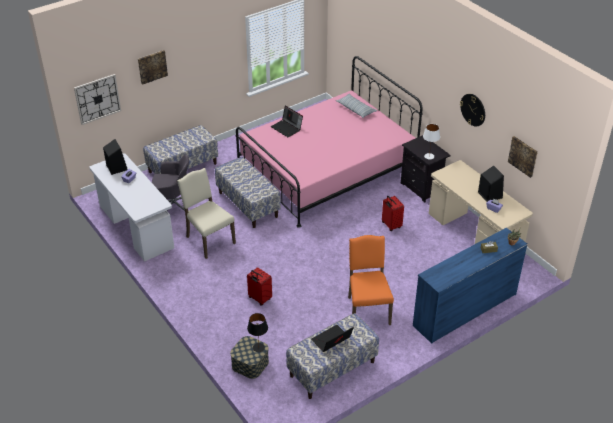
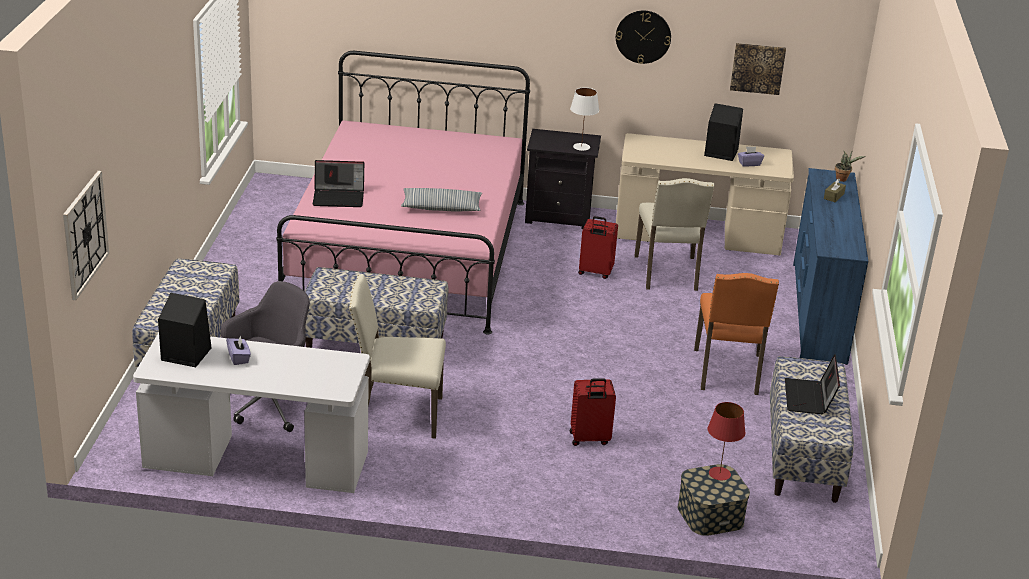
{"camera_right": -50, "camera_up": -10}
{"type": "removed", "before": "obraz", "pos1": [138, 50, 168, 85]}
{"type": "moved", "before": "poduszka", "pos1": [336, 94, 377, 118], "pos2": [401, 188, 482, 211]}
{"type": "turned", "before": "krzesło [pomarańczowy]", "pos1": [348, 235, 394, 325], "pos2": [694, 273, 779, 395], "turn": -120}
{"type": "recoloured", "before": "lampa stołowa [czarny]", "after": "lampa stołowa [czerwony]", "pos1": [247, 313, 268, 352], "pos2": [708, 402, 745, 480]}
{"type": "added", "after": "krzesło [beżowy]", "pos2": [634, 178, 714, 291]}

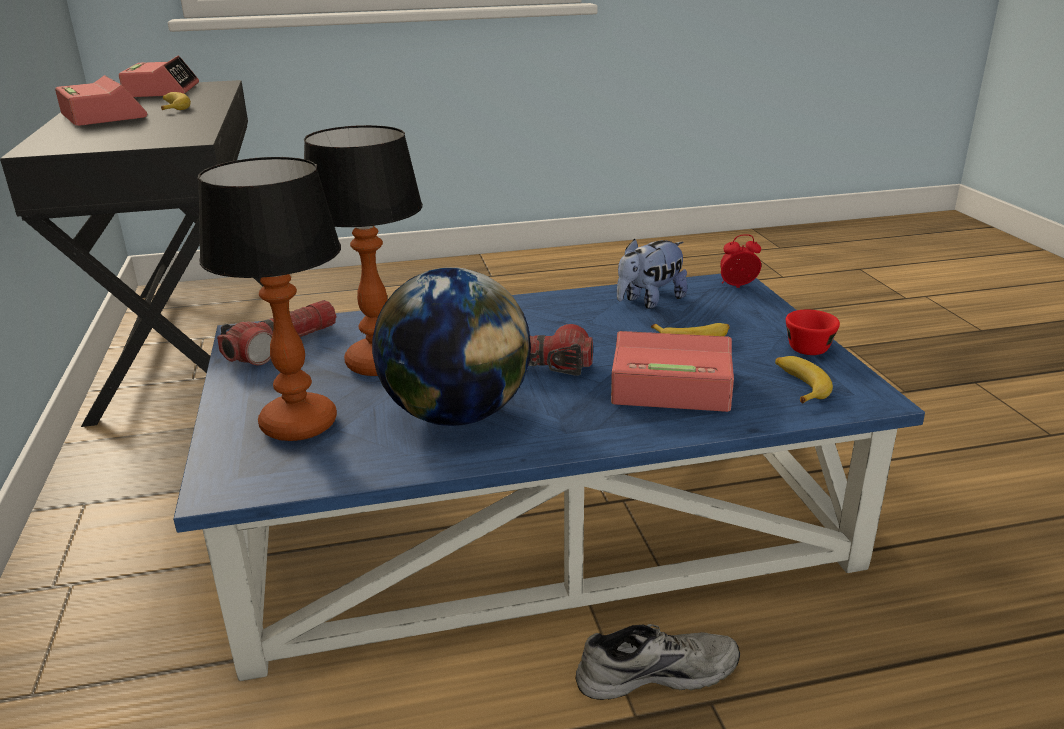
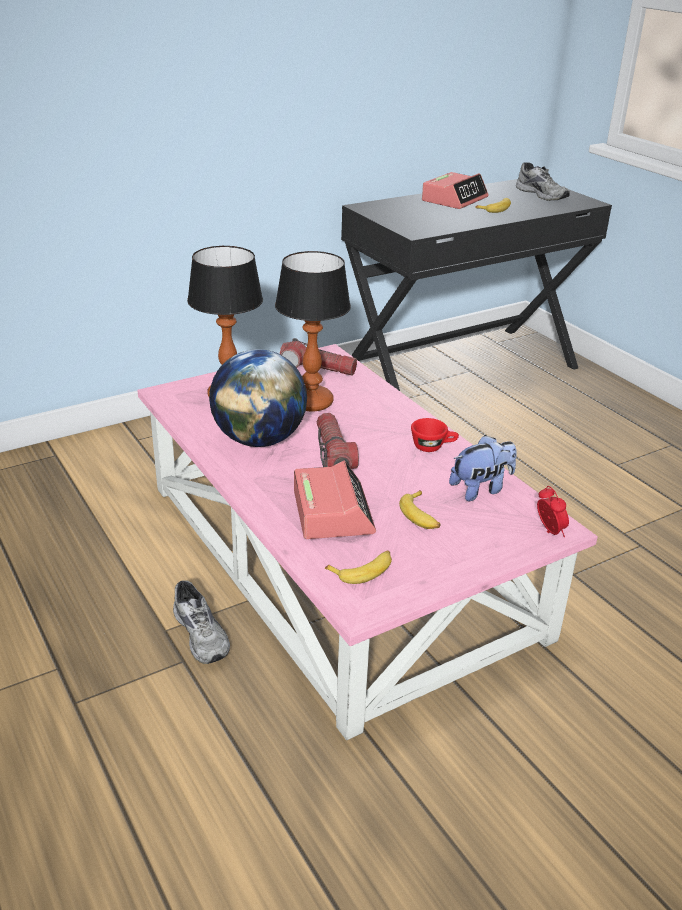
{"camera_right": 70, "camera_up": 5}
{"type": "replaced", "before": "budzik", "after": "but [szary]", "pos1": [119, 56, 199, 97], "pos2": [516, 162, 570, 201]}
{"type": "turned", "before": "pluszak", "pos1": [617, 239, 687, 309], "pos2": [449, 435, 517, 501], "turn": 120}
{"type": "recoloured", "before": "ława [niebieski]", "after": "ława [różowy]", "pos1": [173, 274, 925, 681], "pos2": [137, 344, 598, 740]}
{"type": "moved", "before": "filiżanka [czerwony]", "pos1": [786, 310, 840, 355], "pos2": [411, 418, 459, 452]}

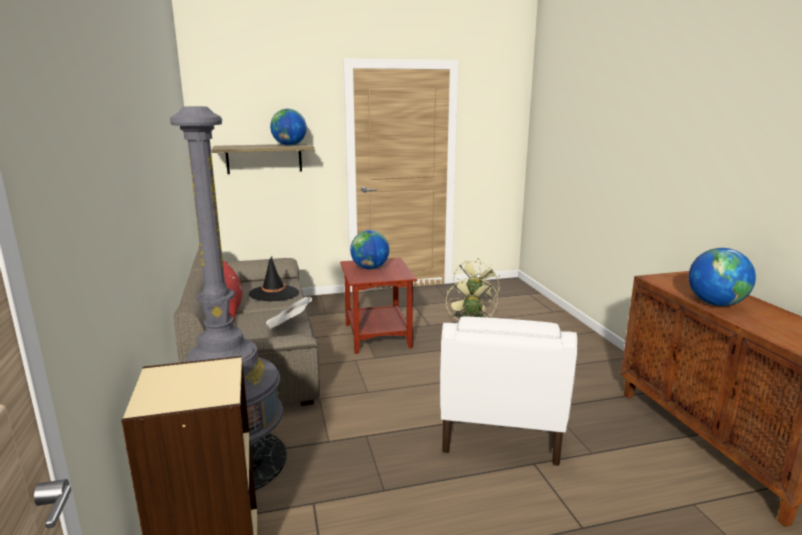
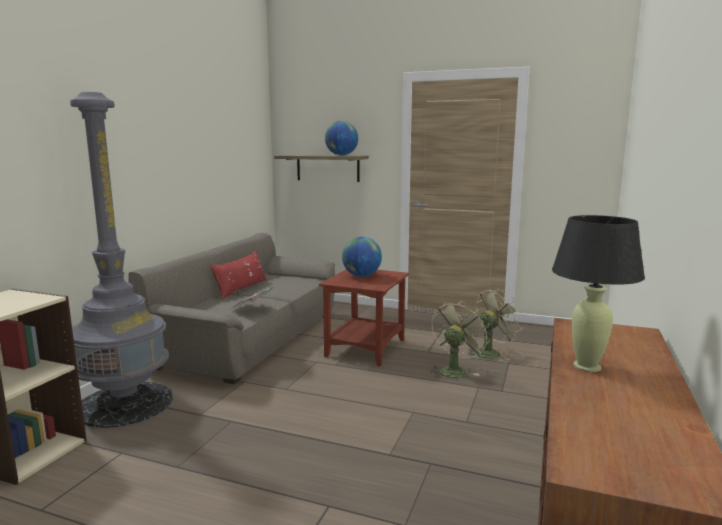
{"camera_right": 35, "camera_up": -5}
{"type": "replaced", "before": "globus", "after": "lampa stołowa [czarny]", "pos1": [689, 248, 756, 306], "pos2": [552, 215, 645, 372]}
{"type": "removed", "before": "kapelusz [czarny]", "pos1": [249, 257, 299, 301]}
{"type": "removed", "before": "fotel [biały]", "pos1": [440, 317, 577, 466]}

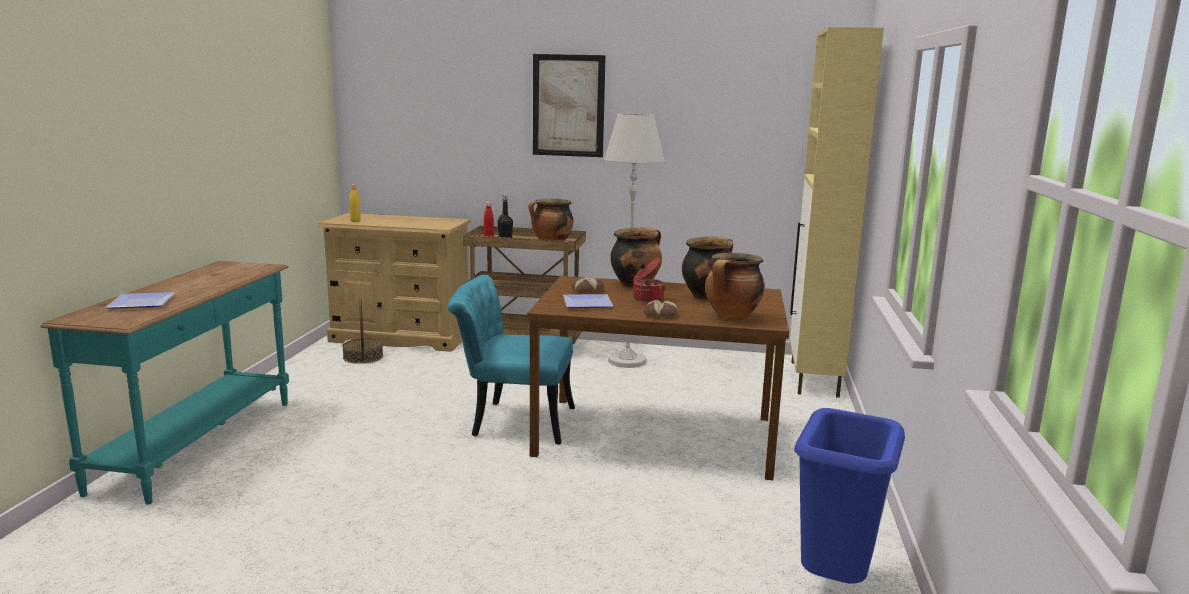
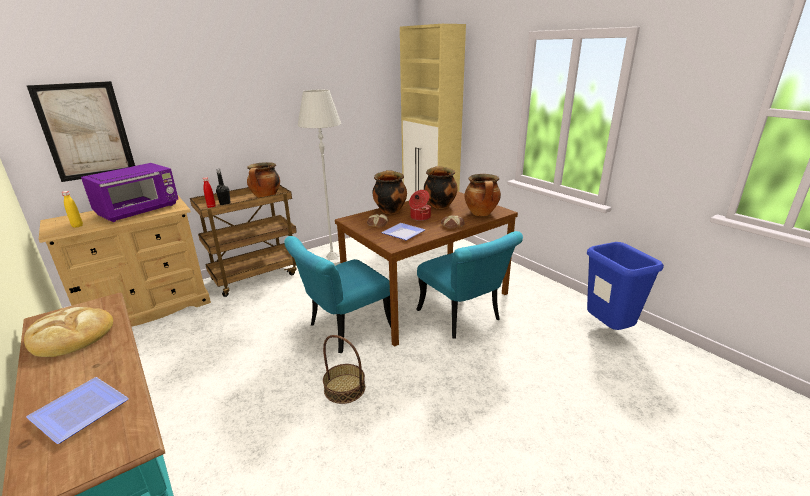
{"camera_right": -45, "camera_up": 10}
{"type": "moved", "before": "obraz", "pos1": [533, 54, 606, 157], "pos2": [27, 81, 135, 182]}
{"type": "moved", "before": "koszyk", "pos1": [342, 298, 383, 364], "pos2": [323, 335, 365, 404]}
{"type": "added", "after": "mikrofalówka [fioletowy]", "pos2": [81, 163, 178, 222]}
{"type": "added", "after": "krzesło [turkusowy]", "pos2": [416, 231, 523, 338]}
{"type": "added", "after": "chleb", "pos2": [24, 307, 113, 357]}

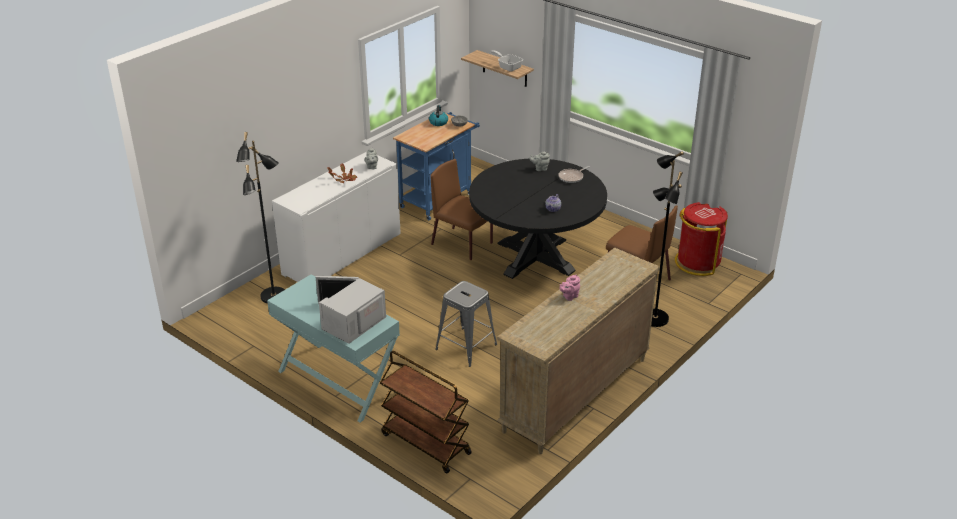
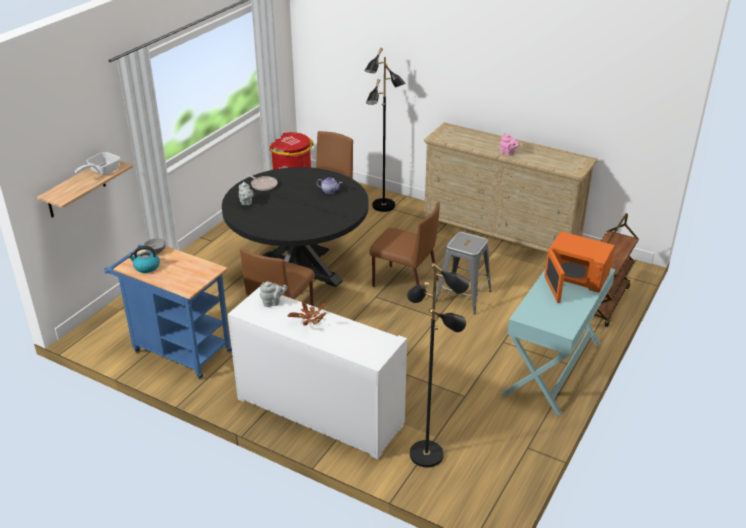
{"camera_right": -100, "camera_up": 0}
{"type": "recoloured", "before": "mikrofalówka [biały]", "after": "mikrofalówka [pomarańczowy]", "pos1": [316, 276, 386, 344], "pos2": [544, 231, 615, 303]}
{"type": "added", "after": "krzesło [brązowy]", "pos2": [369, 202, 440, 287]}

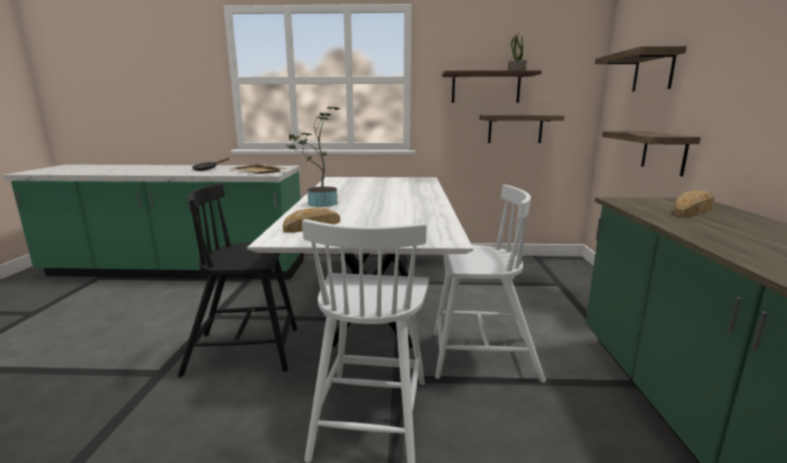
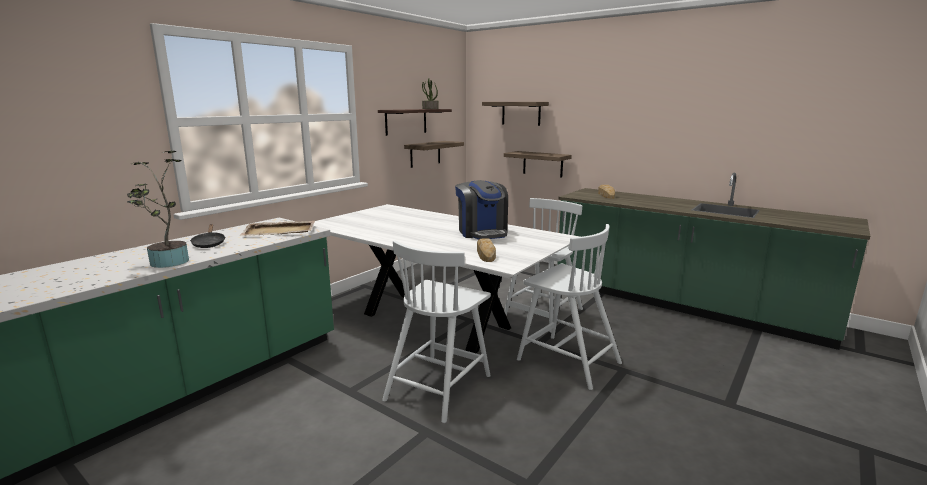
{"camera_right": -55, "camera_up": 0}
{"type": "moved", "before": "roślina doniczkowa", "pos1": [286, 107, 340, 207], "pos2": [127, 151, 189, 268]}
{"type": "recoloured", "before": "krzesło [czarny]", "after": "krzesło [biały]", "pos1": [178, 183, 297, 377], "pos2": [382, 240, 491, 423]}
{"type": "added", "after": "ekspres do kawy", "pos2": [455, 180, 508, 239]}

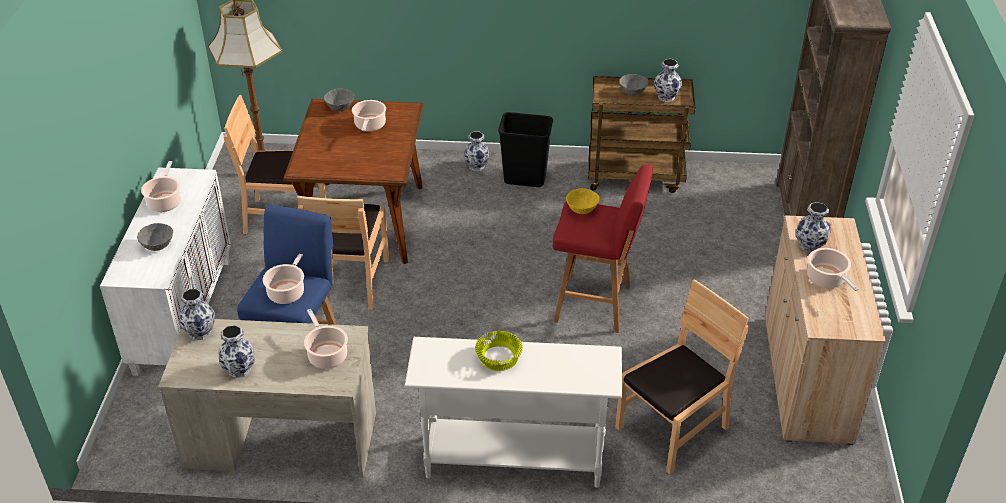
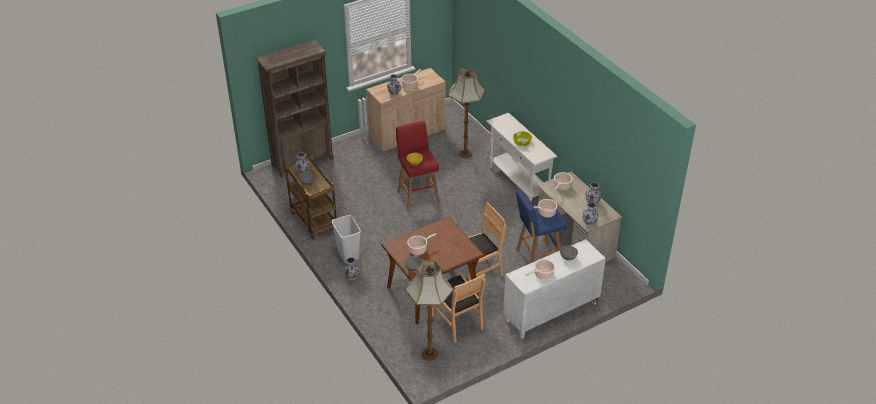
{"camera_right": -125, "camera_up": 0}
{"type": "recoloured", "before": "kosz na śmieci [czarny]", "after": "kosz na śmieci [biały]", "pos1": [498, 112, 553, 187], "pos2": [332, 215, 361, 263]}
{"type": "replaced", "before": "krzesło [brązowy]", "after": "lampa stojąca", "pos1": [615, 279, 749, 474], "pos2": [448, 68, 485, 158]}

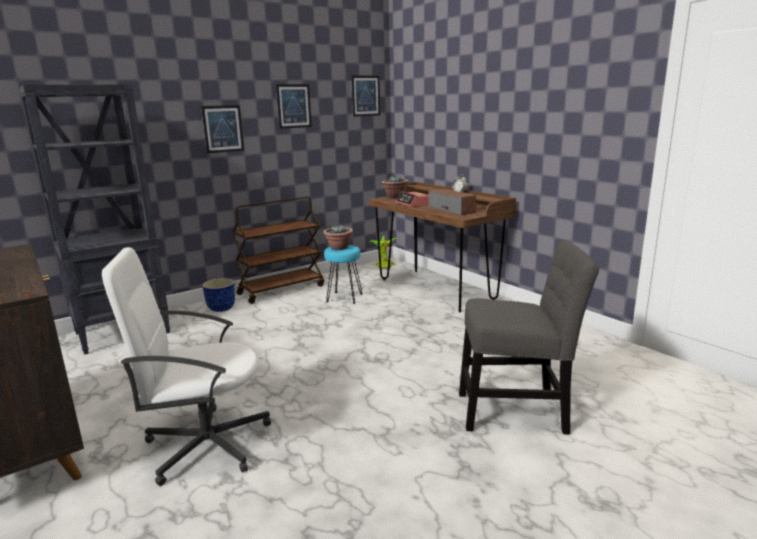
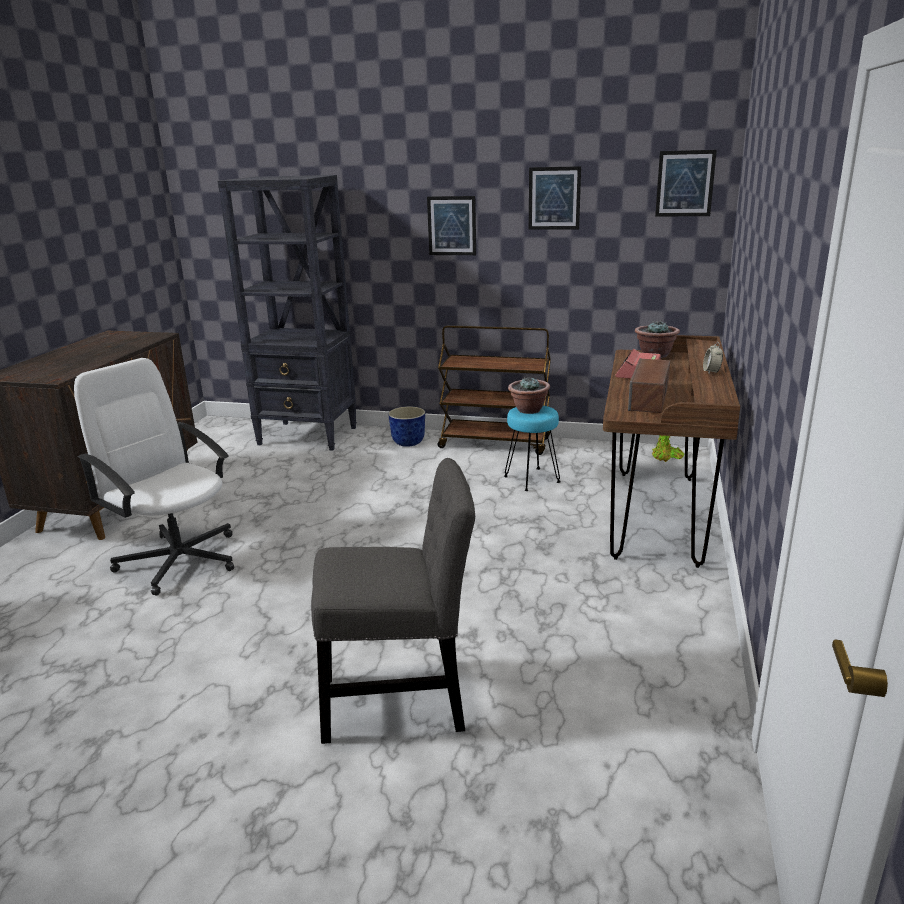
{"camera_right": 50, "camera_up": 5}
{"type": "turned", "before": "krzesło [szary]", "pos1": [459, 240, 599, 435], "pos2": [311, 458, 475, 744], "turn": -60}

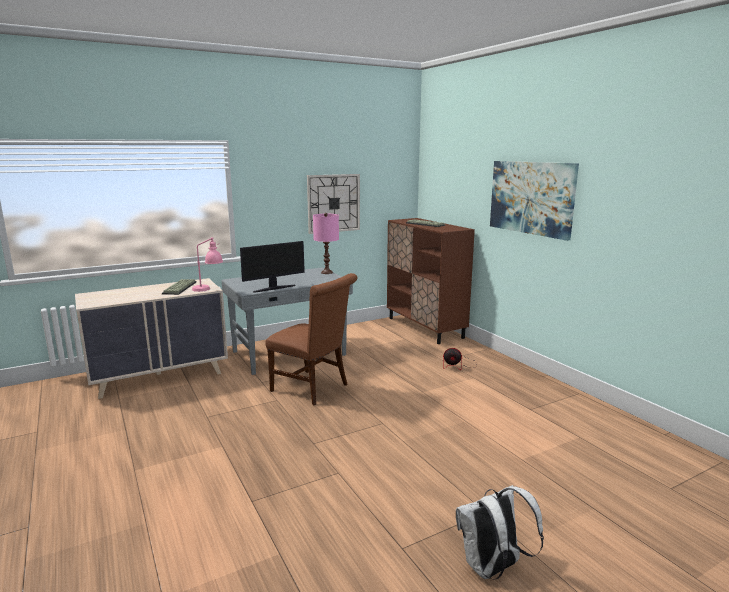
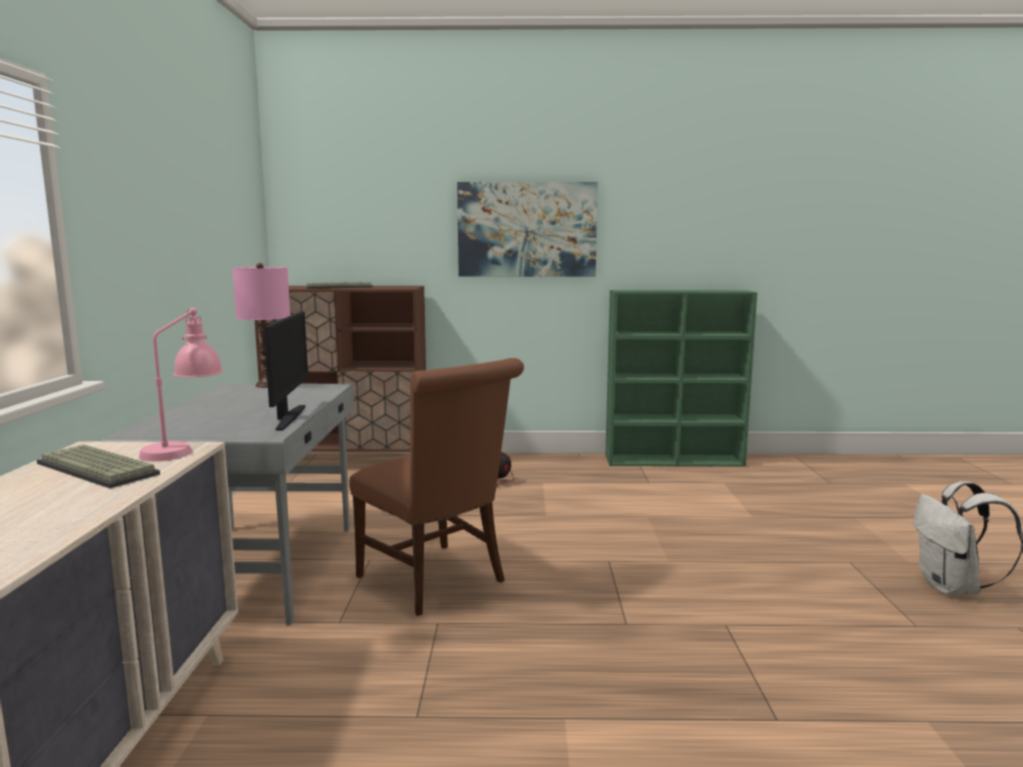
{"camera_right": -60, "camera_up": -5}
{"type": "removed", "before": "zegar ścienny", "pos1": [307, 174, 360, 234]}
{"type": "turned", "before": "krzesło [brązowy]", "pos1": [265, 273, 358, 405], "pos2": [349, 358, 524, 616], "turn": 75}
{"type": "added", "after": "regał [zielony]", "pos2": [605, 290, 757, 467]}

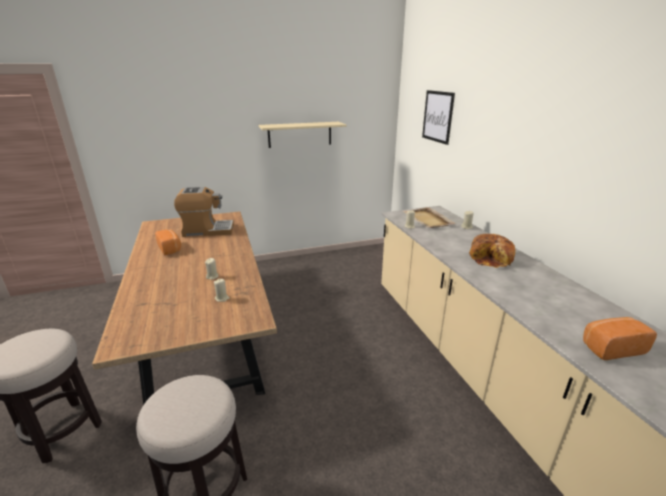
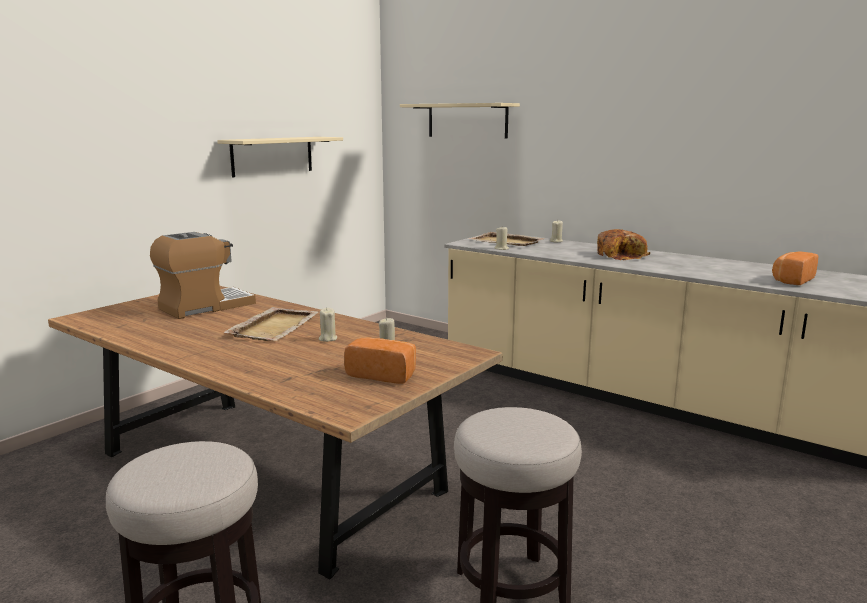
{"camera_right": -35, "camera_up": -10}
{"type": "replaced", "before": "obraz", "after": "półka [beżowy]", "pos1": [422, 90, 455, 145], "pos2": [400, 103, 520, 139]}
{"type": "moved", "before": "chleb", "pos1": [155, 229, 182, 255], "pos2": [344, 337, 416, 384]}
{"type": "added", "after": "taca [beżowy]", "pos2": [224, 307, 318, 341]}

